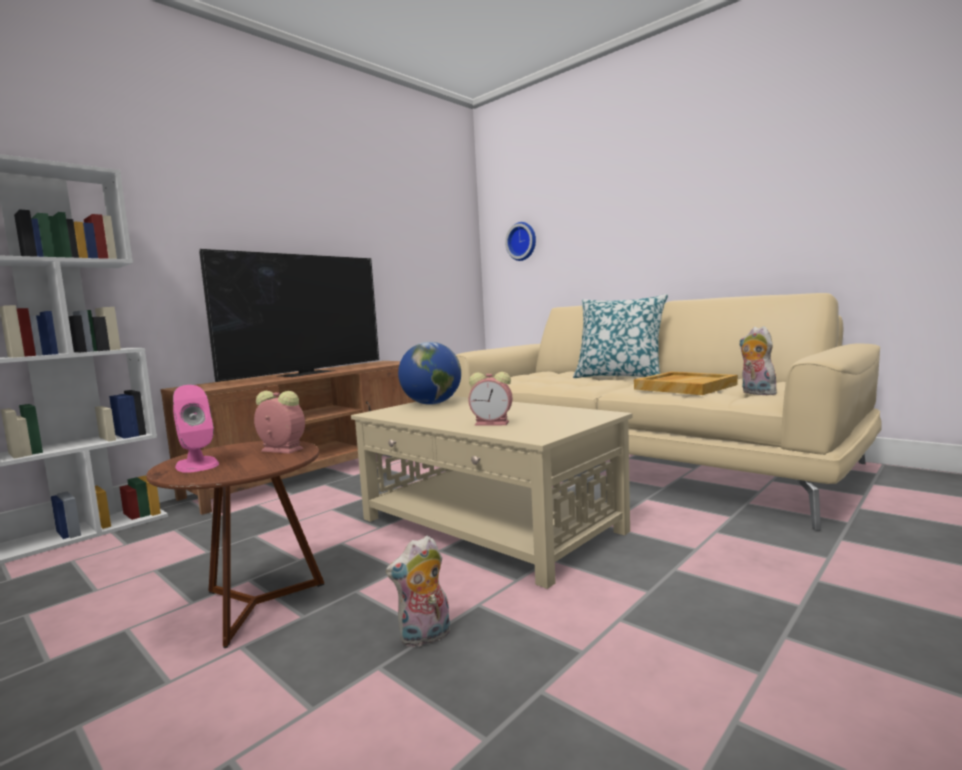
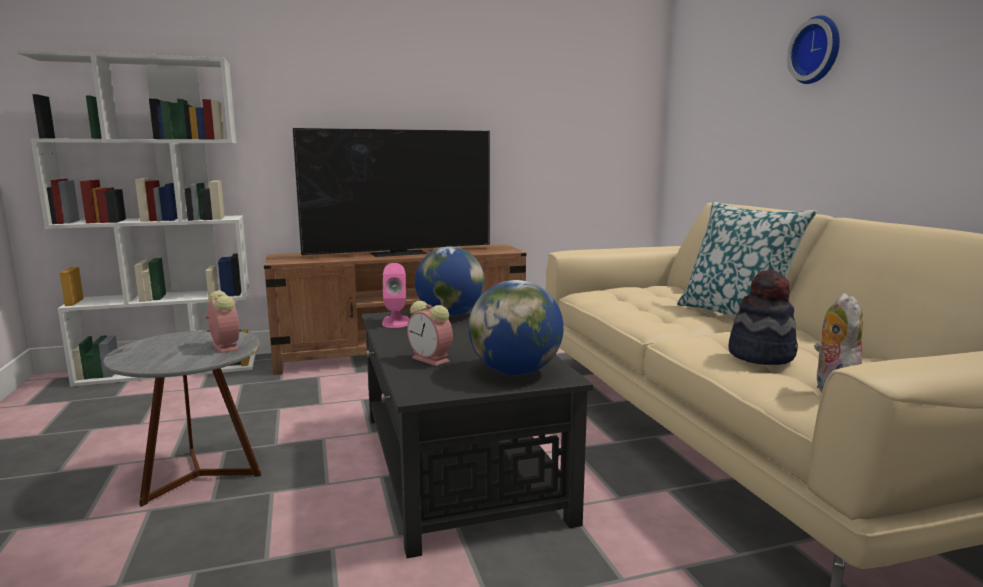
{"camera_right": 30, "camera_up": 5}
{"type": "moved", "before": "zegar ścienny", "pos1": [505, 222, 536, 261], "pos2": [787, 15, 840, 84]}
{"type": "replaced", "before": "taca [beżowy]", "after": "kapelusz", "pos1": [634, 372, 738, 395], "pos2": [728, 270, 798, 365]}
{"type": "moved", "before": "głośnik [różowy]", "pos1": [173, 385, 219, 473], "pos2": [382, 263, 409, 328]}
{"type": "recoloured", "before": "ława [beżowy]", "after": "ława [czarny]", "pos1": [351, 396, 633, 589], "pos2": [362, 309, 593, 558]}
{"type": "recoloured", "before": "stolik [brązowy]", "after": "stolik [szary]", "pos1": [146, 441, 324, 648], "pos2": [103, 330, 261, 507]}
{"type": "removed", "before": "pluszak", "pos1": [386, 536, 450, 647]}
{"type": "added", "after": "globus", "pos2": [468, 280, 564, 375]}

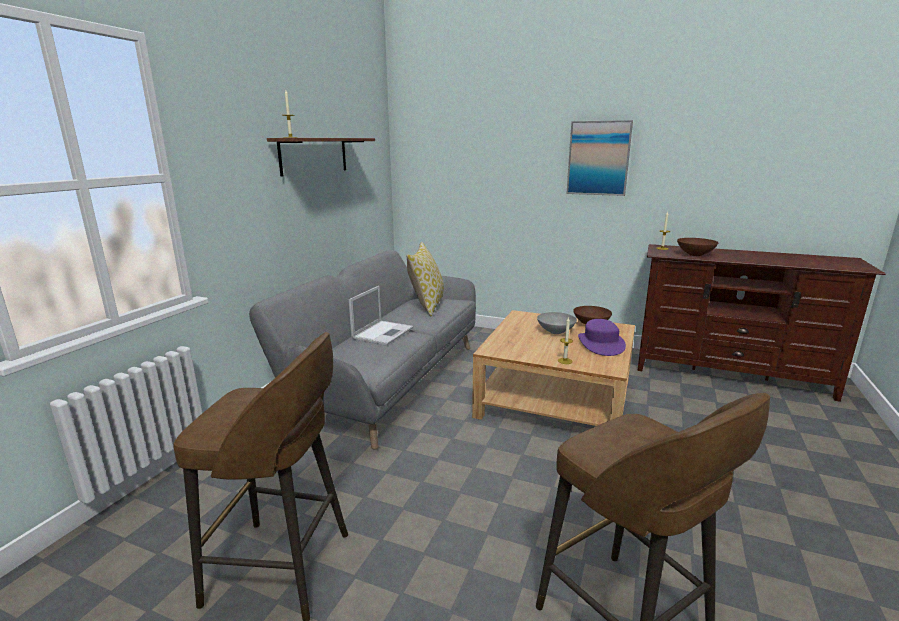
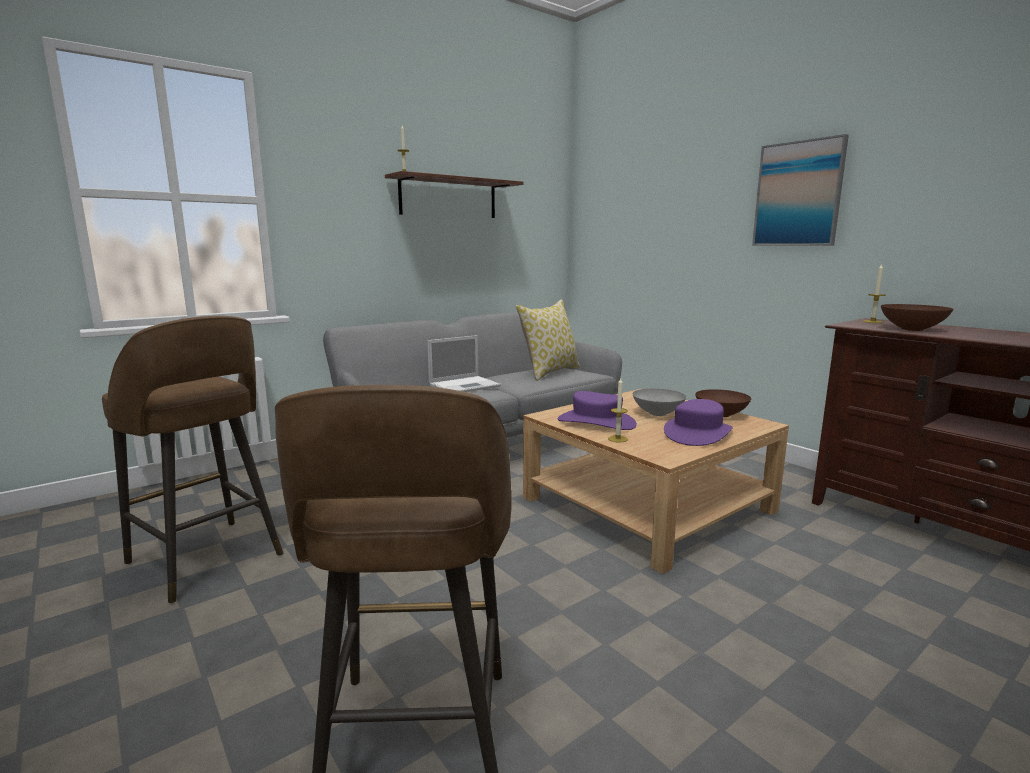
{"camera_right": 30, "camera_up": -5}
{"type": "added", "after": "kapelusz [fioletowy]", "pos2": [557, 391, 637, 430]}

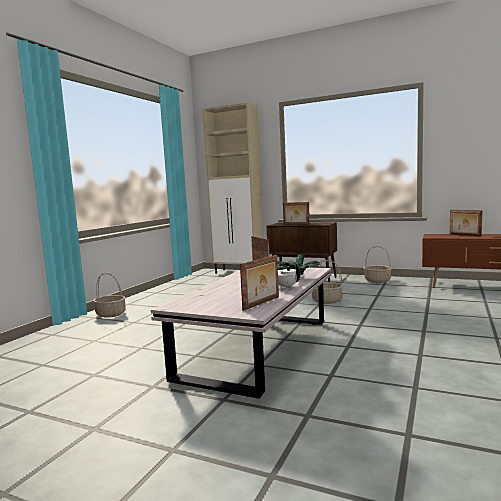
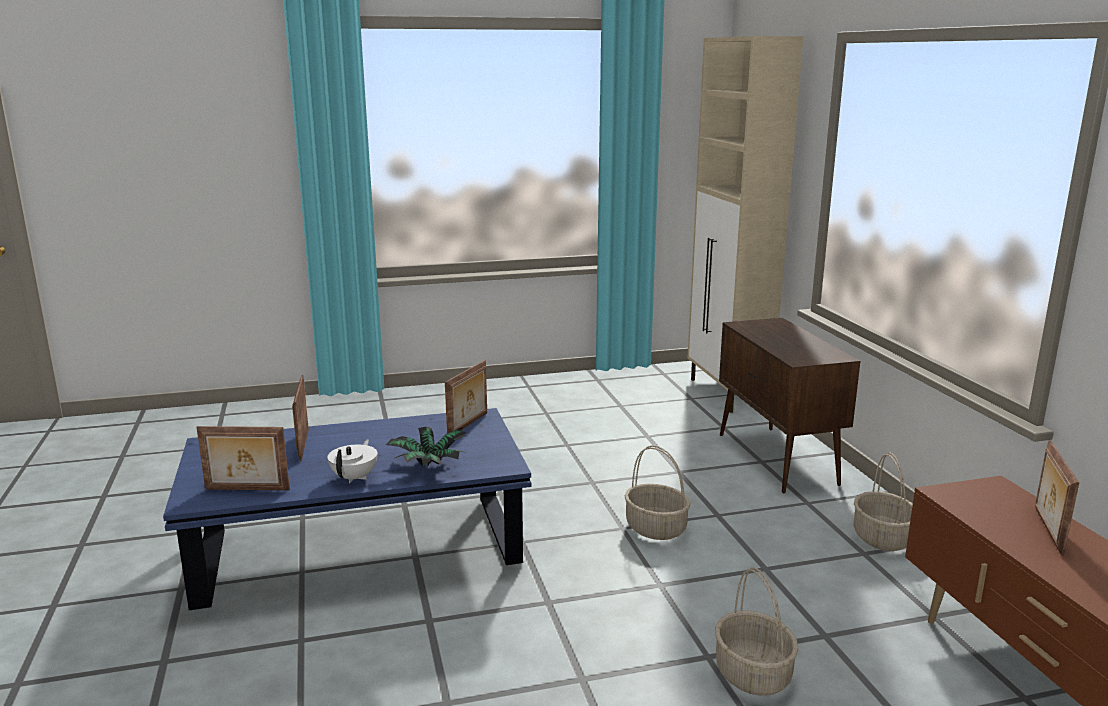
{"camera_right": 50, "camera_up": 10}
{"type": "moved", "before": "ramka na zdjęcie", "pos1": [283, 202, 310, 225], "pos2": [292, 375, 309, 461]}
{"type": "recoloured", "before": "ława [biały]", "after": "ława [niebieski]", "pos1": [151, 266, 331, 399], "pos2": [163, 408, 531, 610]}
{"type": "moved", "before": "koszyk", "pos1": [93, 272, 126, 318], "pos2": [715, 567, 799, 696]}

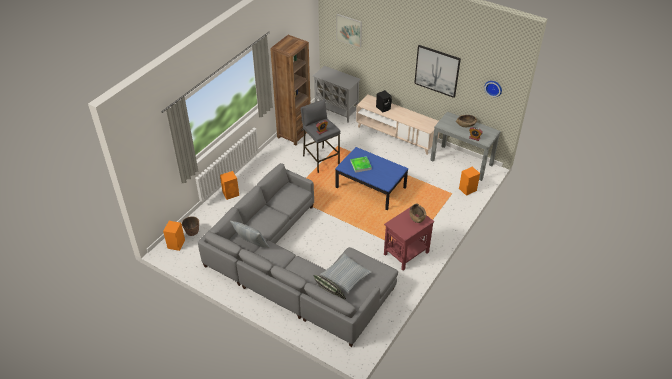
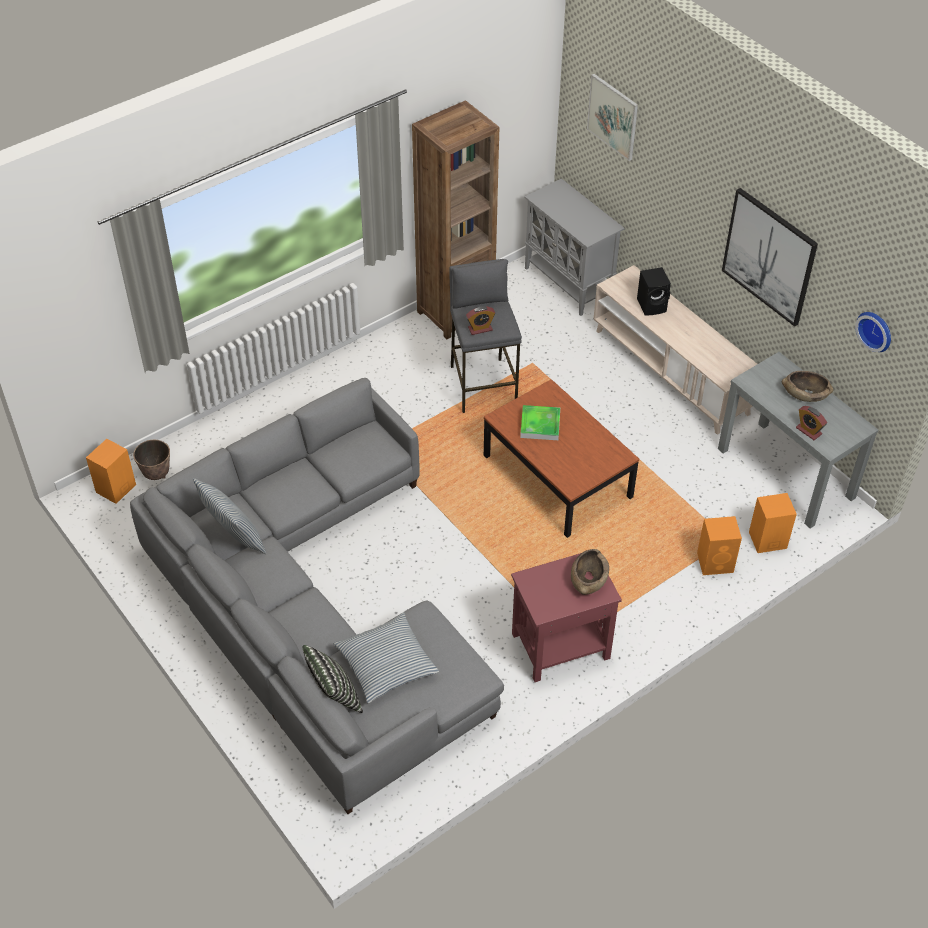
{"camera_right": 20, "camera_up": 5}
{"type": "recoloured", "before": "ława [niebieski]", "after": "ława [brązowy]", "pos1": [335, 147, 408, 210], "pos2": [484, 379, 639, 538]}
{"type": "moved", "before": "głośnik [pomarańczowy]", "pos1": [220, 171, 239, 200], "pos2": [697, 516, 742, 575]}

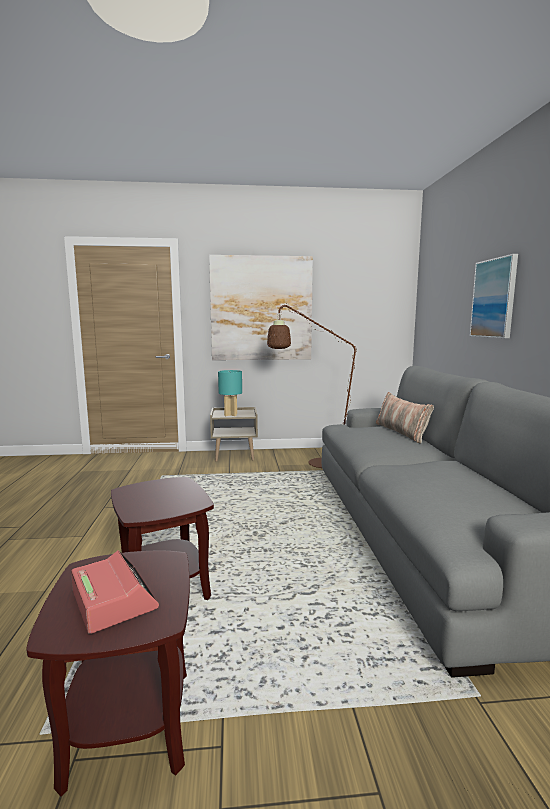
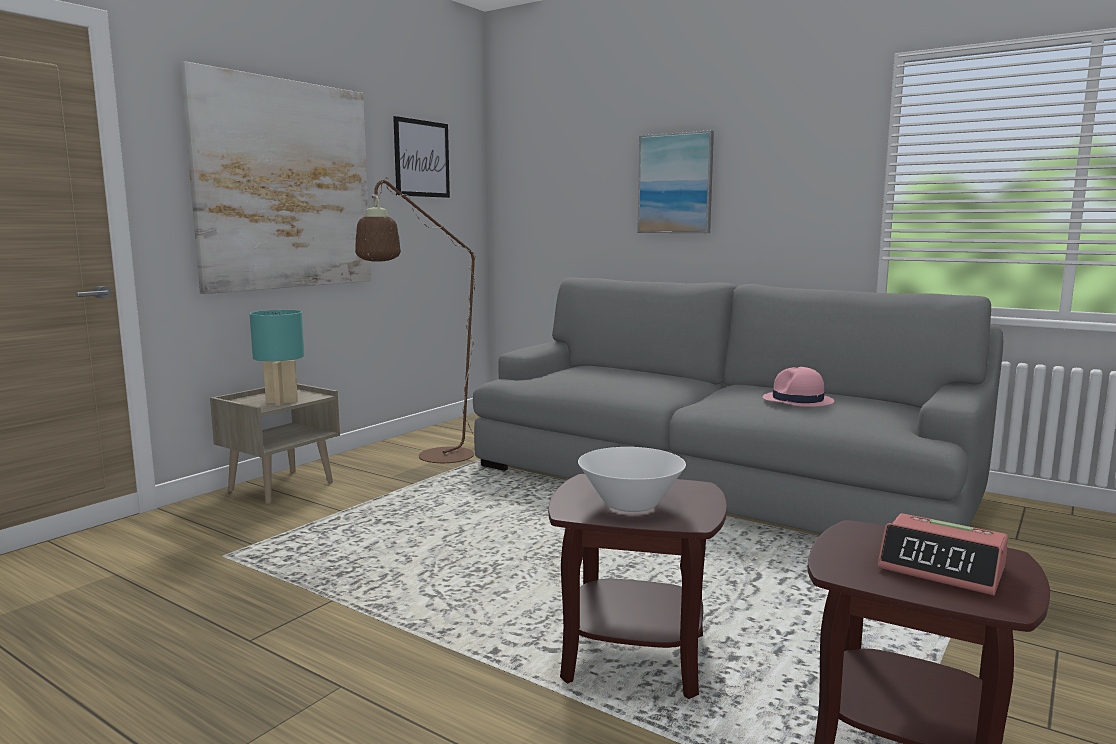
{"camera_right": -50, "camera_up": 0}
{"type": "removed", "before": "poduszka", "pos1": [376, 392, 434, 444]}
{"type": "turned", "before": "budzik", "pos1": [71, 550, 159, 634], "pos2": [878, 513, 1008, 596], "turn": -150}
{"type": "added", "after": "obraz", "pos2": [393, 116, 450, 198]}
{"type": "added", "after": "kapelusz [różowy]", "pos2": [763, 367, 834, 407]}
{"type": "added", "after": "miska [biały]", "pos2": [578, 447, 686, 512]}

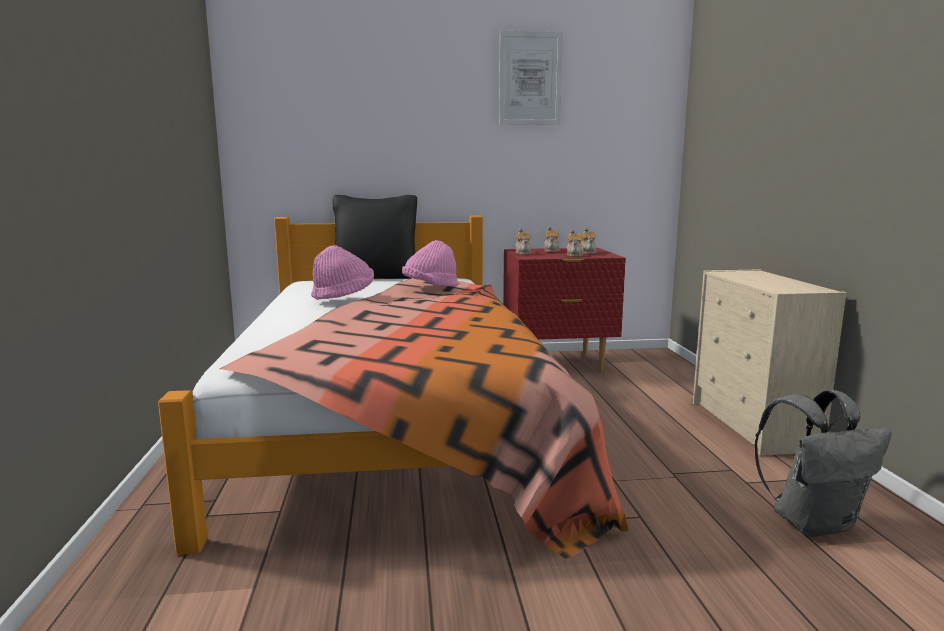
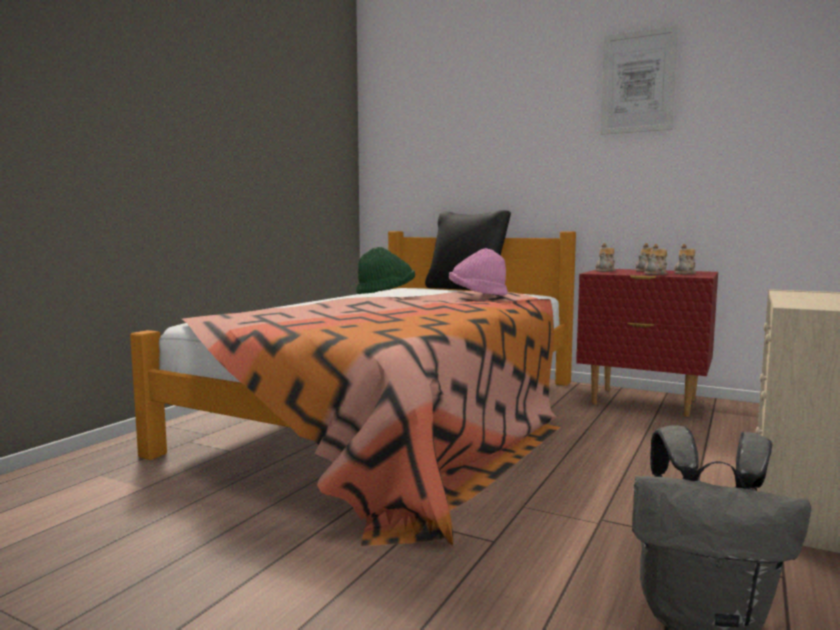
{"camera_right": 35, "camera_up": -5}
{"type": "recoloured", "before": "kapelusz [różowy]", "after": "kapelusz [zielony]", "pos1": [311, 245, 374, 300], "pos2": [356, 247, 415, 294]}

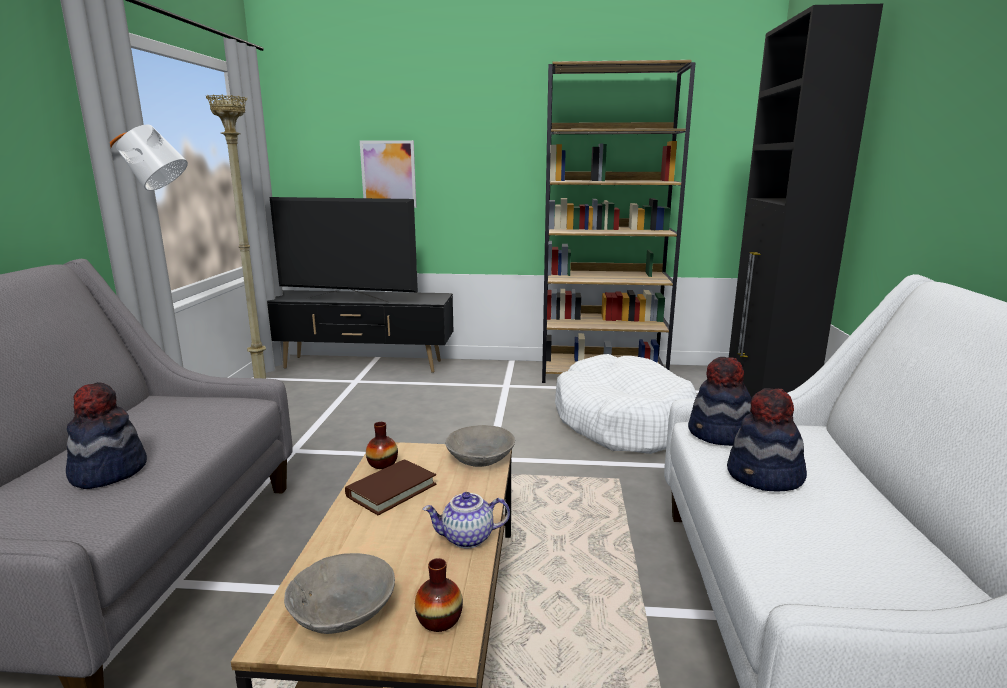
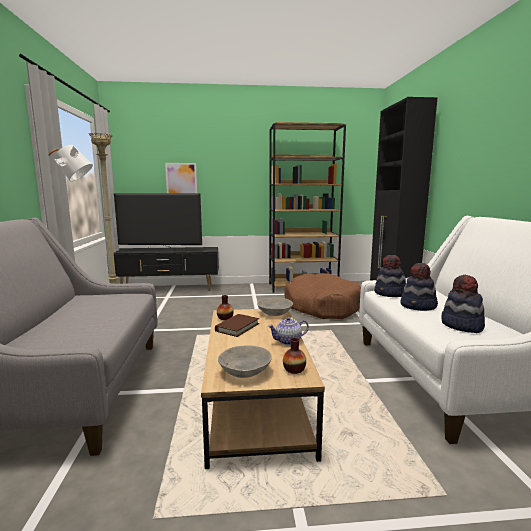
{"camera_right": -10, "camera_up": -5}
{"type": "recoloured", "before": "legowisko [biały]", "after": "legowisko [brązowy]", "pos1": [555, 354, 697, 454], "pos2": [284, 273, 361, 319]}
{"type": "moved", "before": "kapelusz", "pos1": [66, 382, 147, 489], "pos2": [442, 275, 485, 333]}

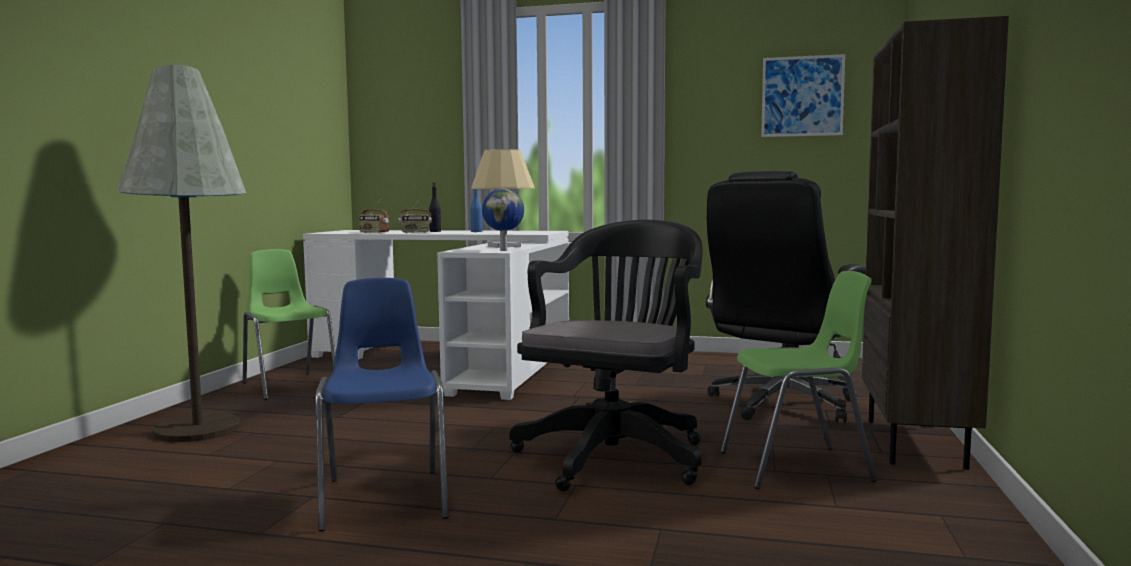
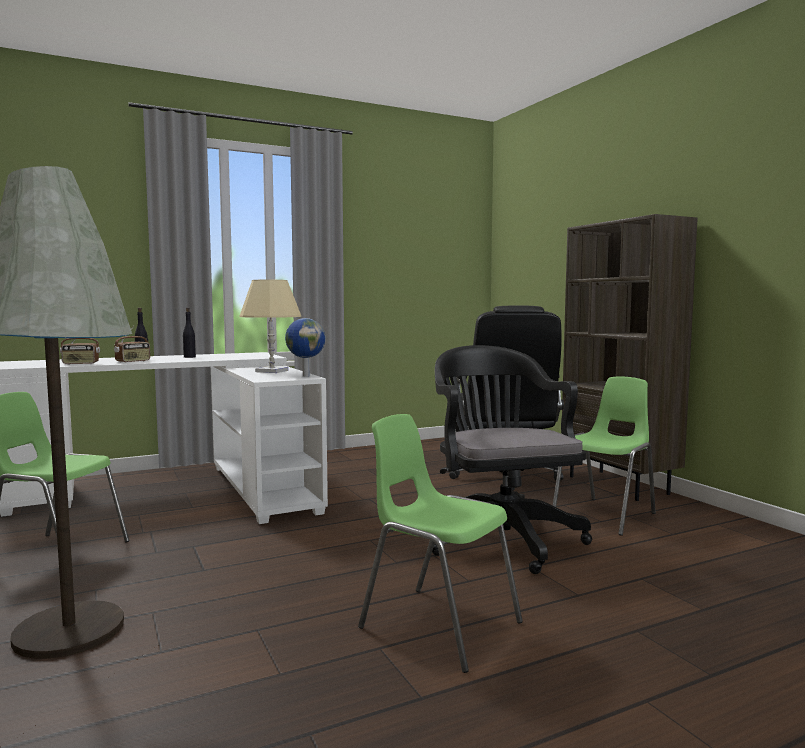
{"camera_right": -40, "camera_up": 0}
{"type": "removed", "before": "obraz", "pos1": [761, 54, 845, 137]}
{"type": "recoloured", "before": "butelka [niebieski]", "after": "butelka [czarny]", "pos1": [470, 189, 482, 232], "pos2": [183, 308, 196, 358]}
{"type": "recoloured", "before": "krzesło [niebieski]", "after": "krzesło [zielony]", "pos1": [315, 278, 449, 532], "pos2": [358, 414, 523, 673]}

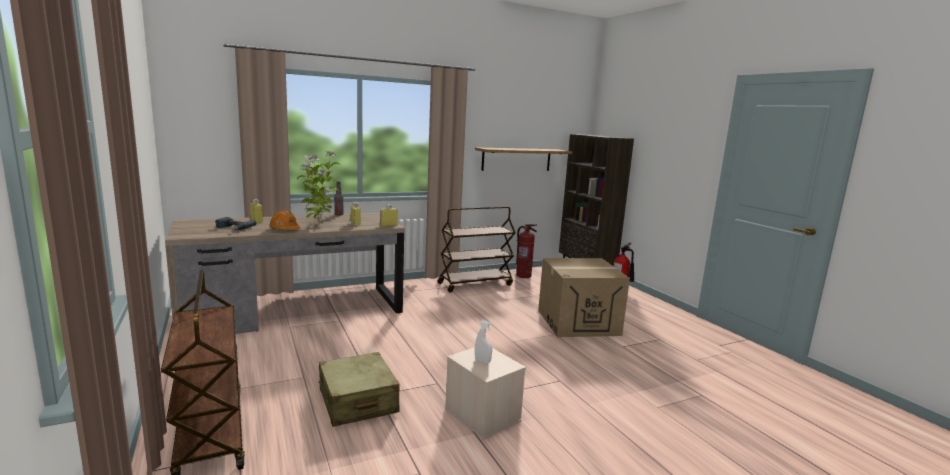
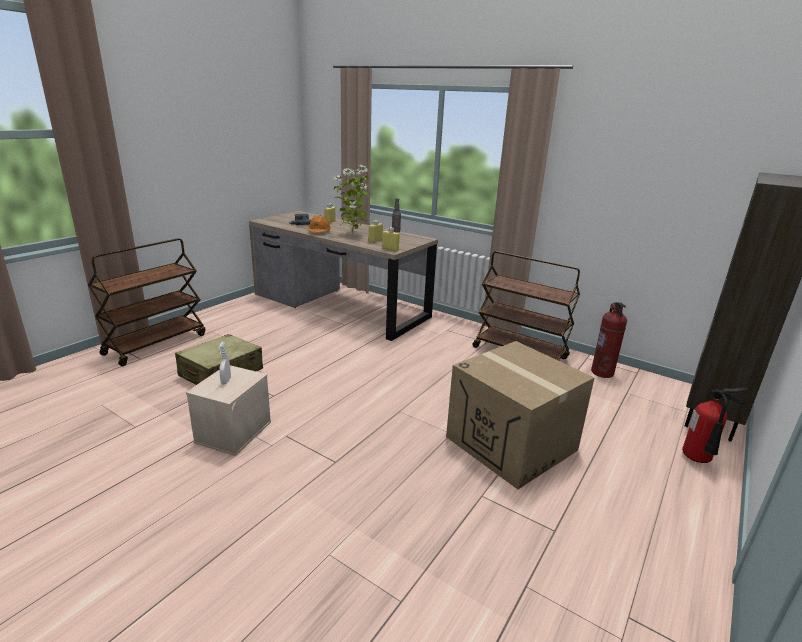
{"camera_right": 60, "camera_up": 10}
{"type": "removed", "before": "półka", "pos1": [475, 147, 572, 171]}

